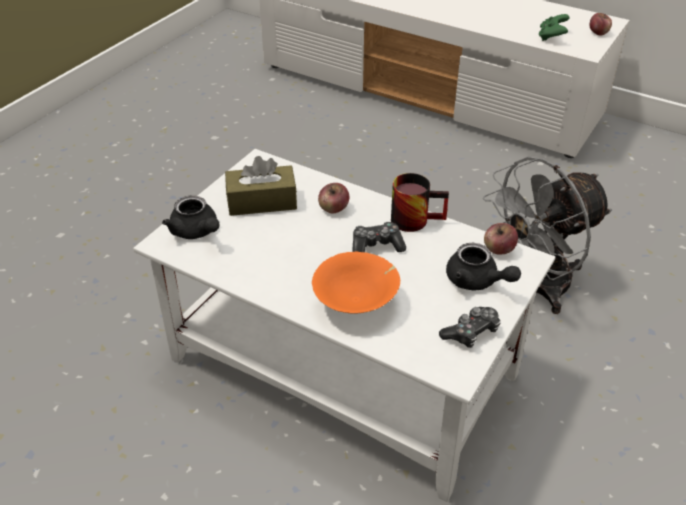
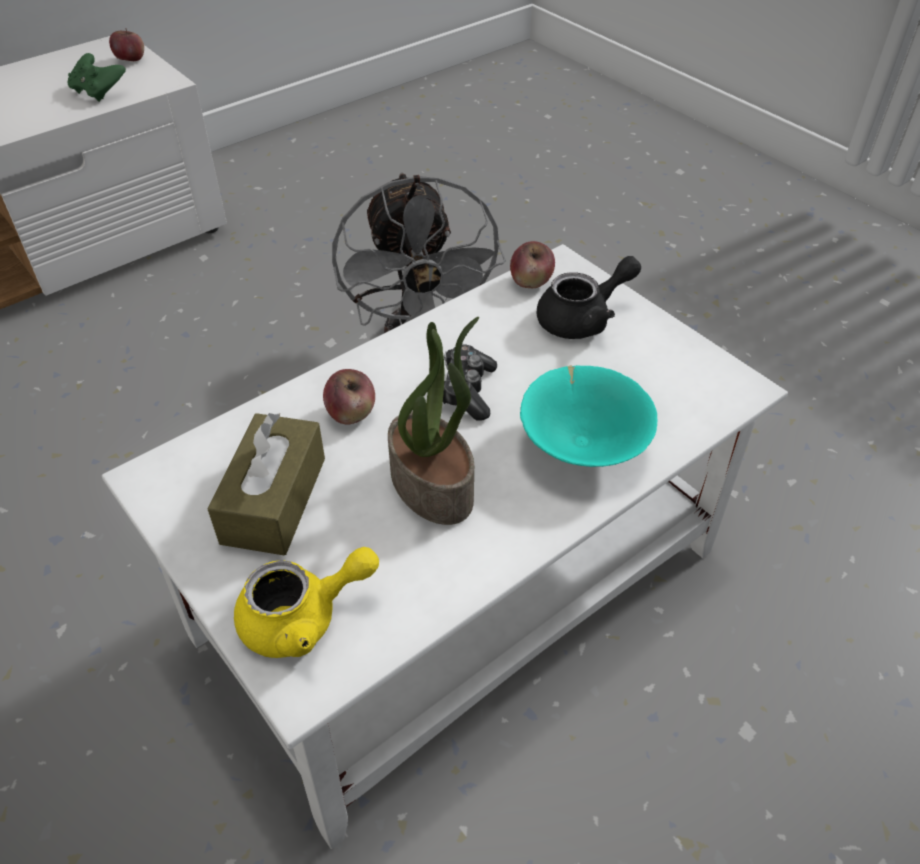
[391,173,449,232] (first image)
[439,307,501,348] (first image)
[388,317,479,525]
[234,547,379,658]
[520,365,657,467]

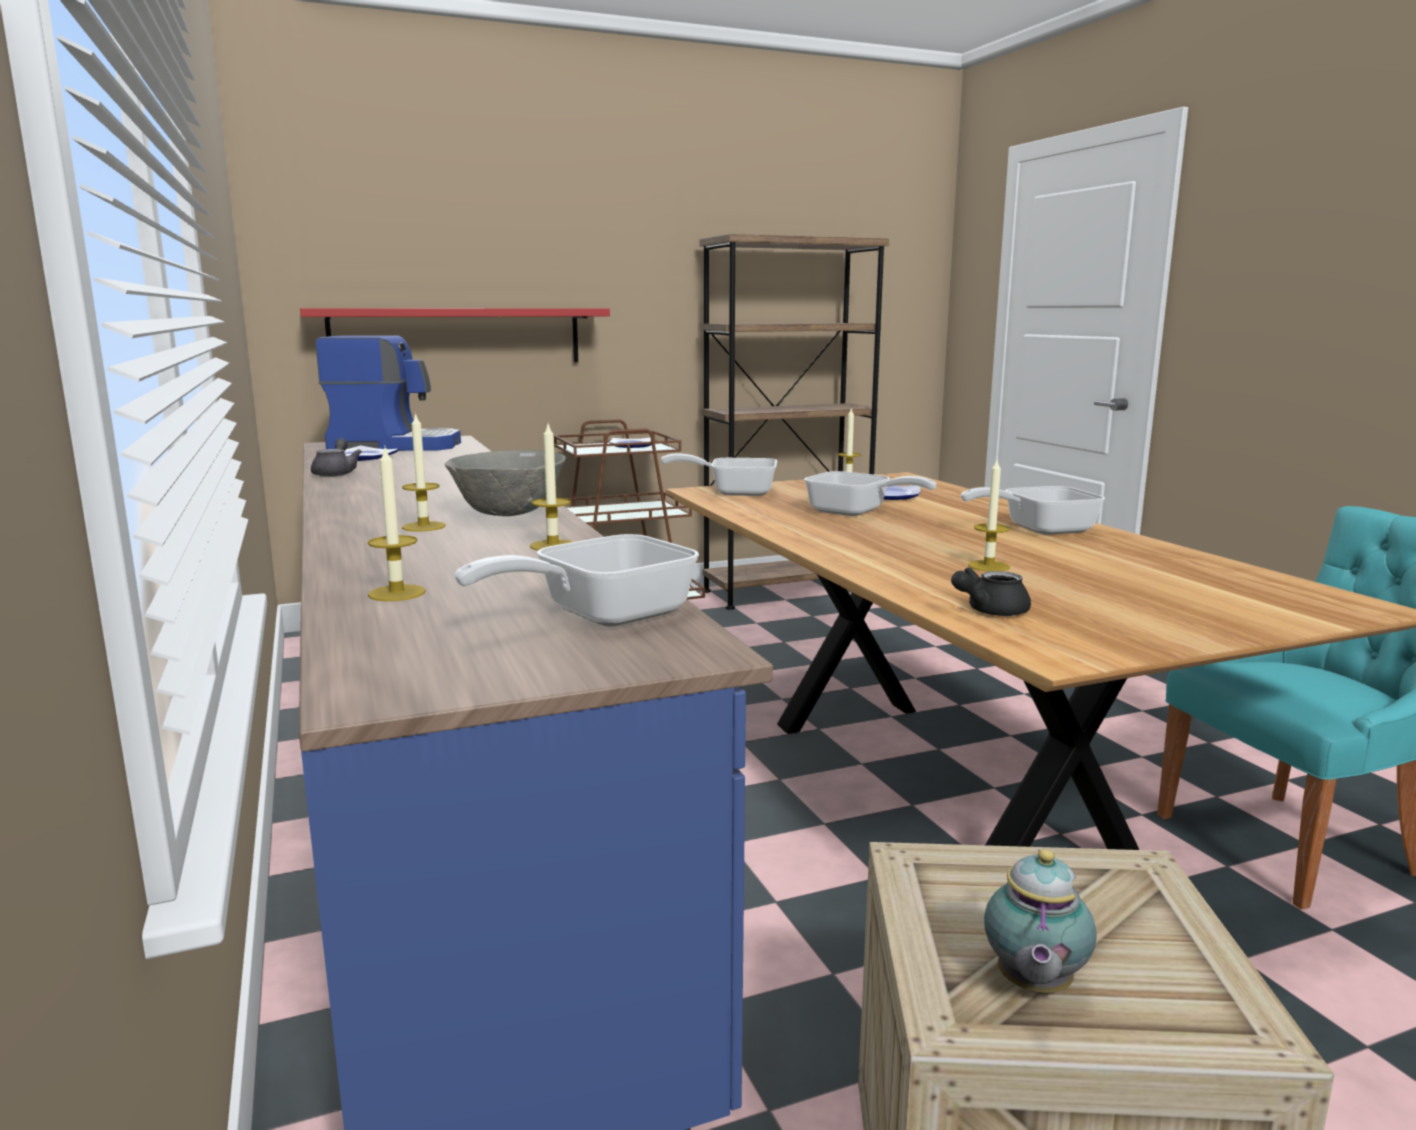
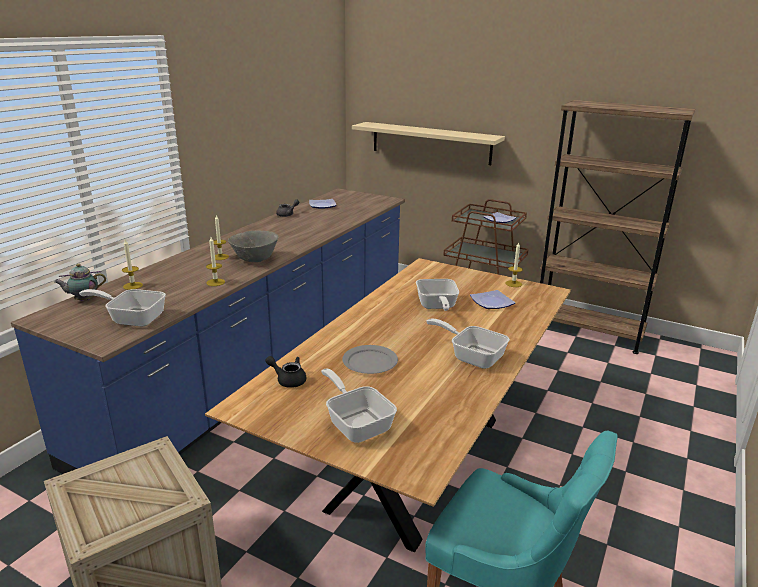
[315,335,461,451] (first image)
[321,368,397,443]
[54,264,106,301]
[342,345,398,374]
[352,122,505,165]

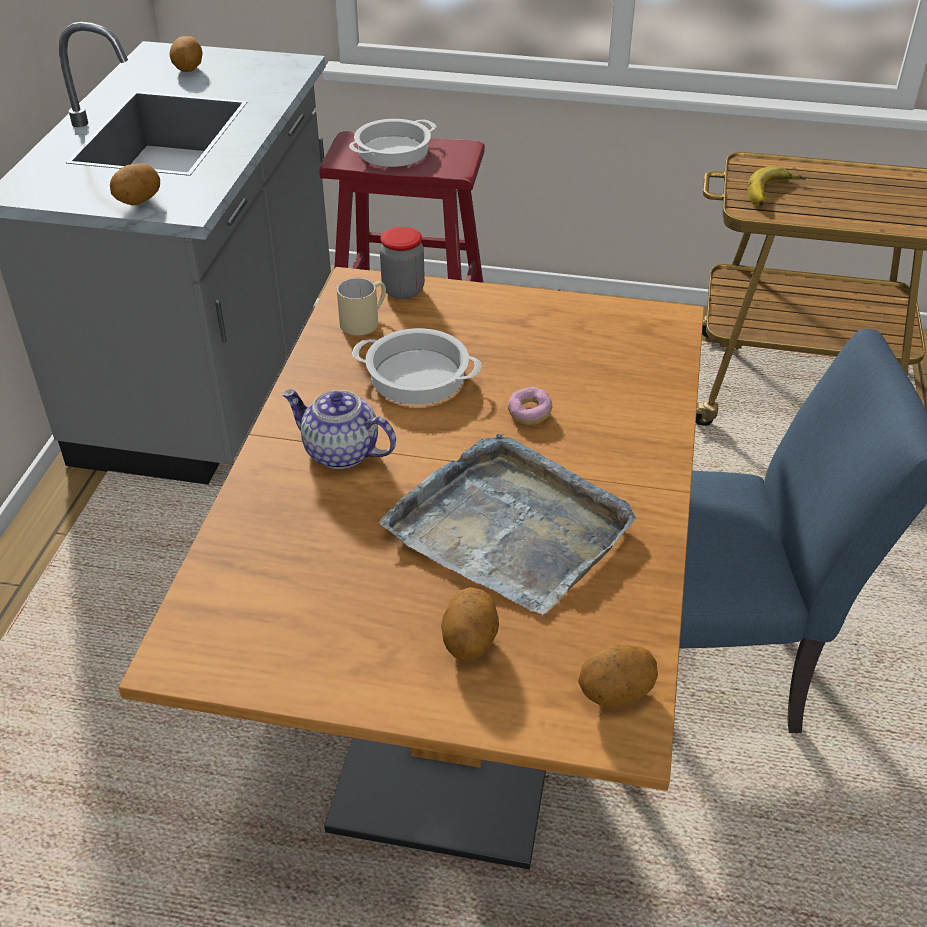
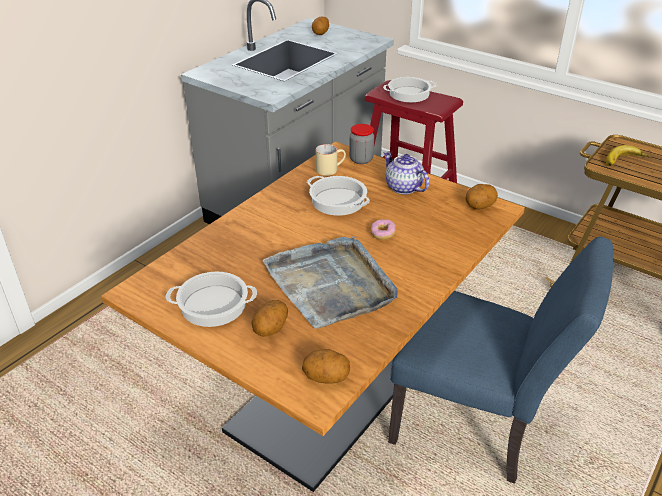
[166,271,257,327]
[466,184,498,210]
[383,151,429,194]

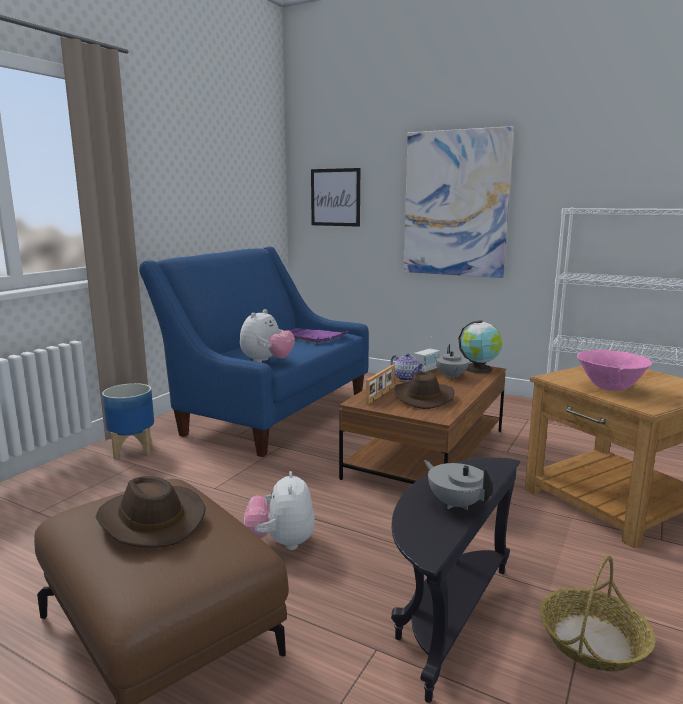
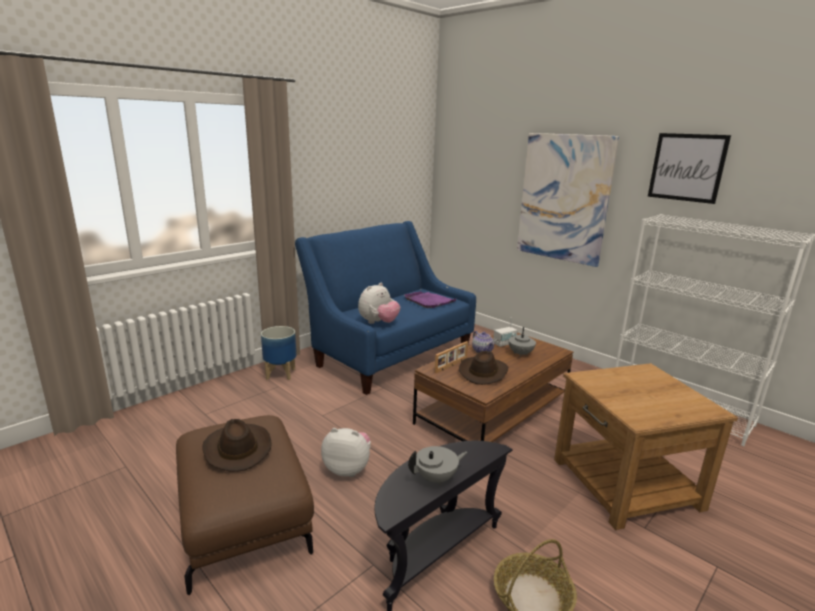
[458,320,502,373] (first image)
[577,350,652,391] (first image)
[648,133,731,204]
[321,428,371,477]
[408,446,467,486]

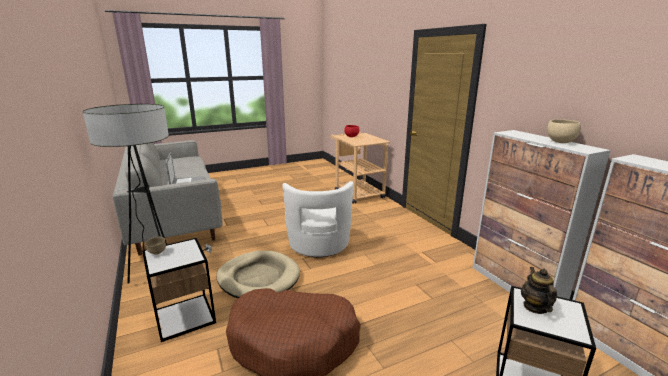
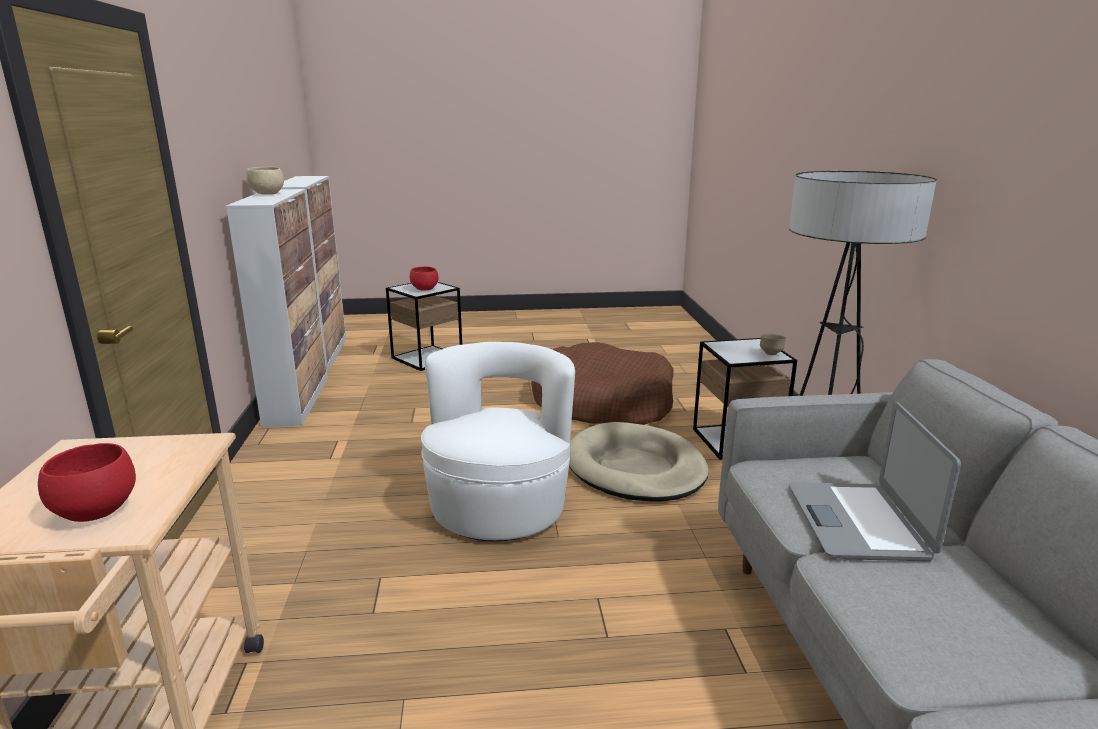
[410,266,439,290]

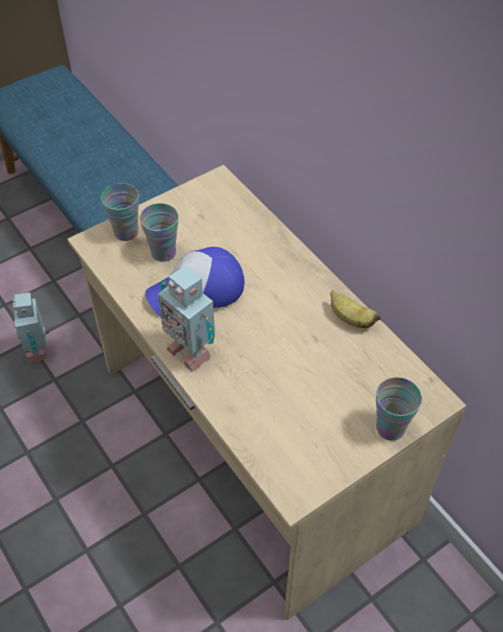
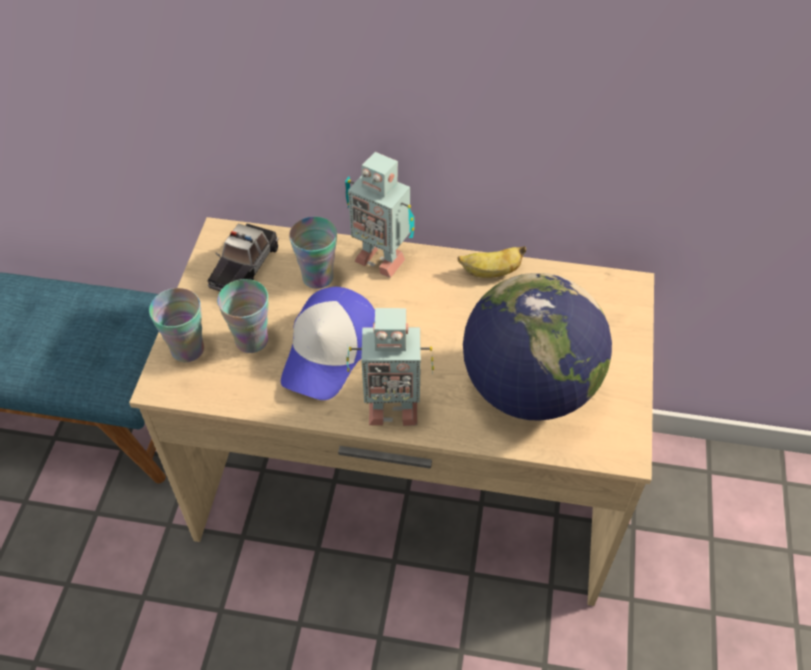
[208,224,279,291]
[463,273,612,421]
[345,152,415,278]
[289,217,337,289]

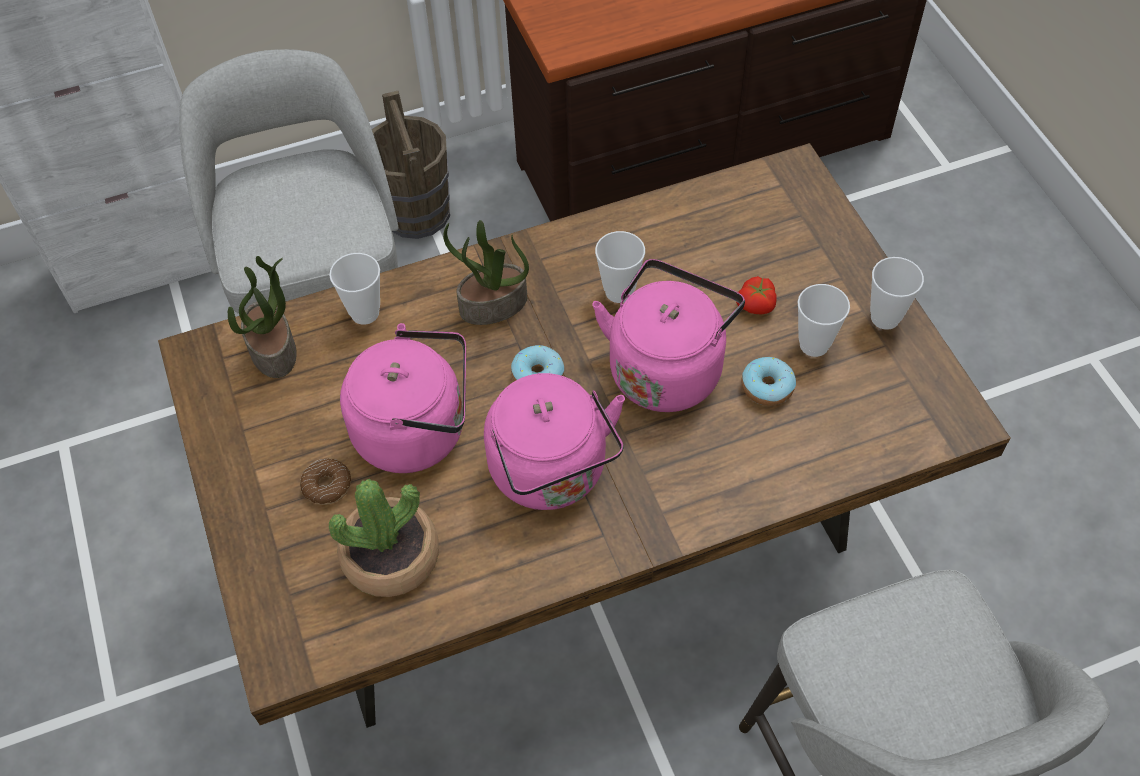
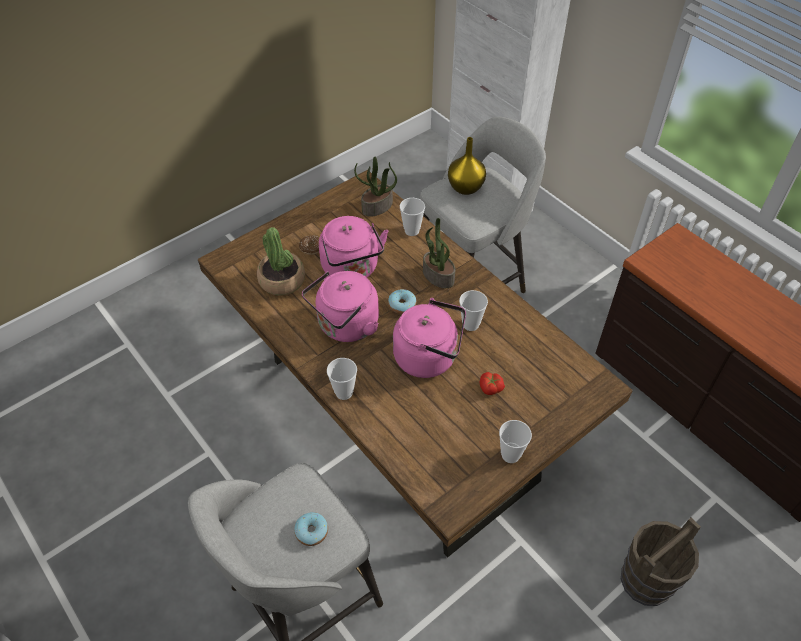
[448,137,486,195]
[621,517,701,606]
[294,512,328,546]
[327,358,357,400]

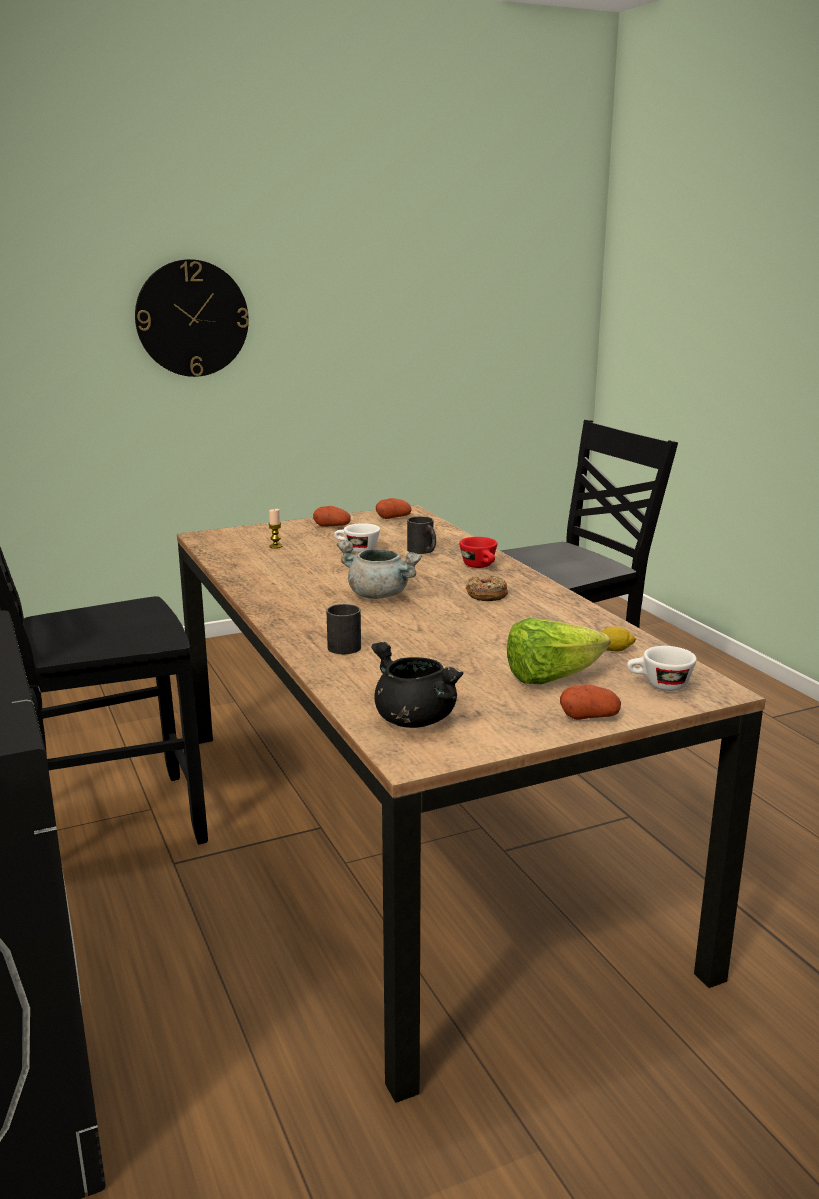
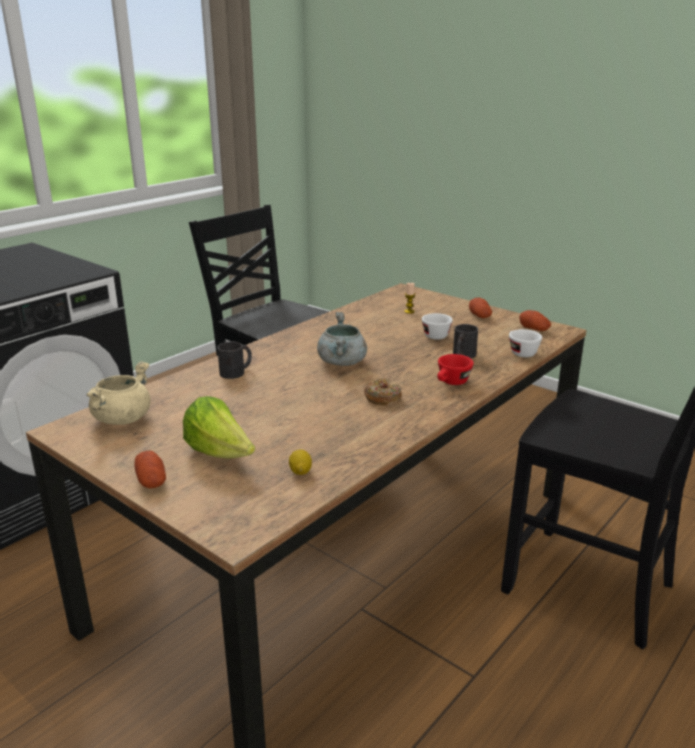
[135,259,249,377] (first image)
[509,329,542,357]
[86,361,150,425]

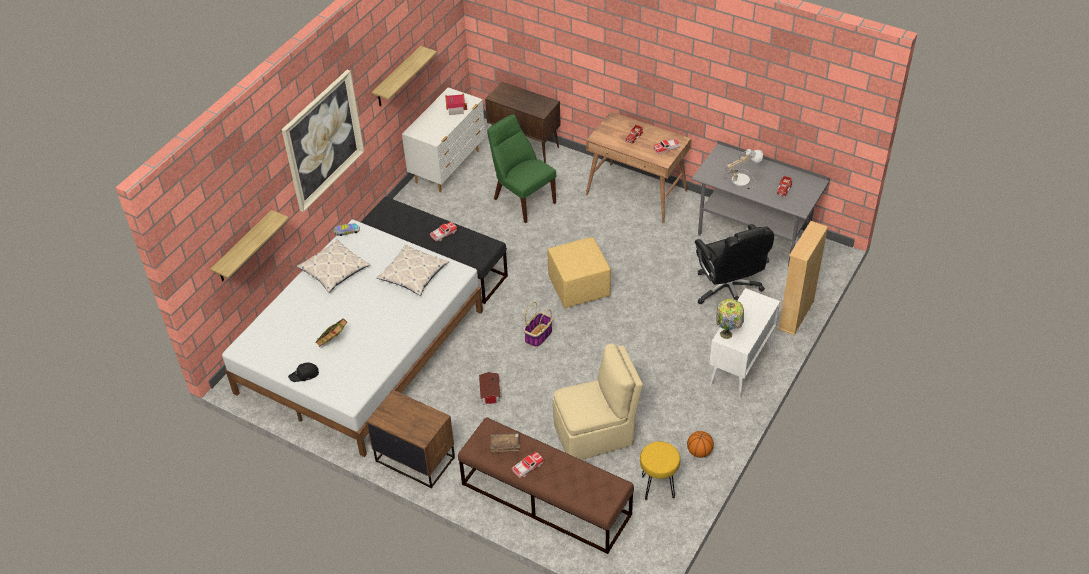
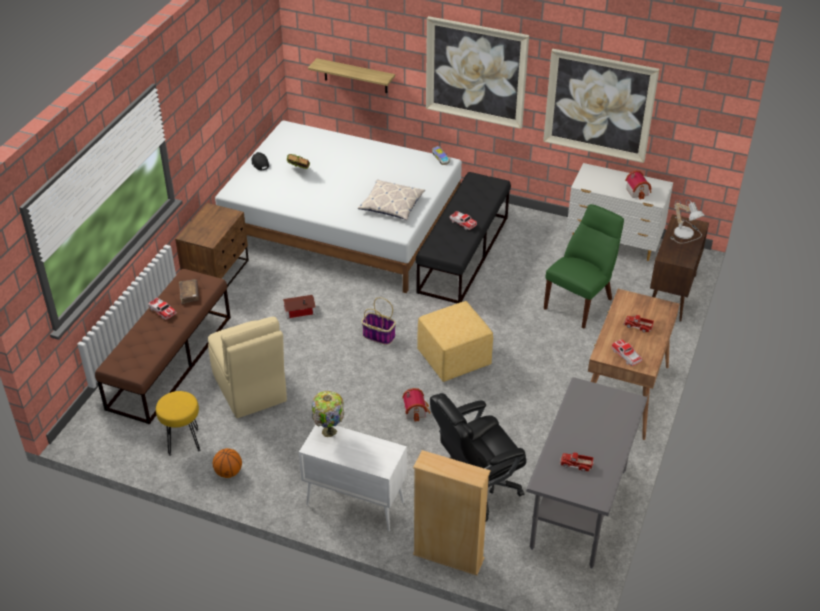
[297,239,370,293] (first image)
[402,388,430,421]
[670,199,704,244]
[543,49,659,163]

